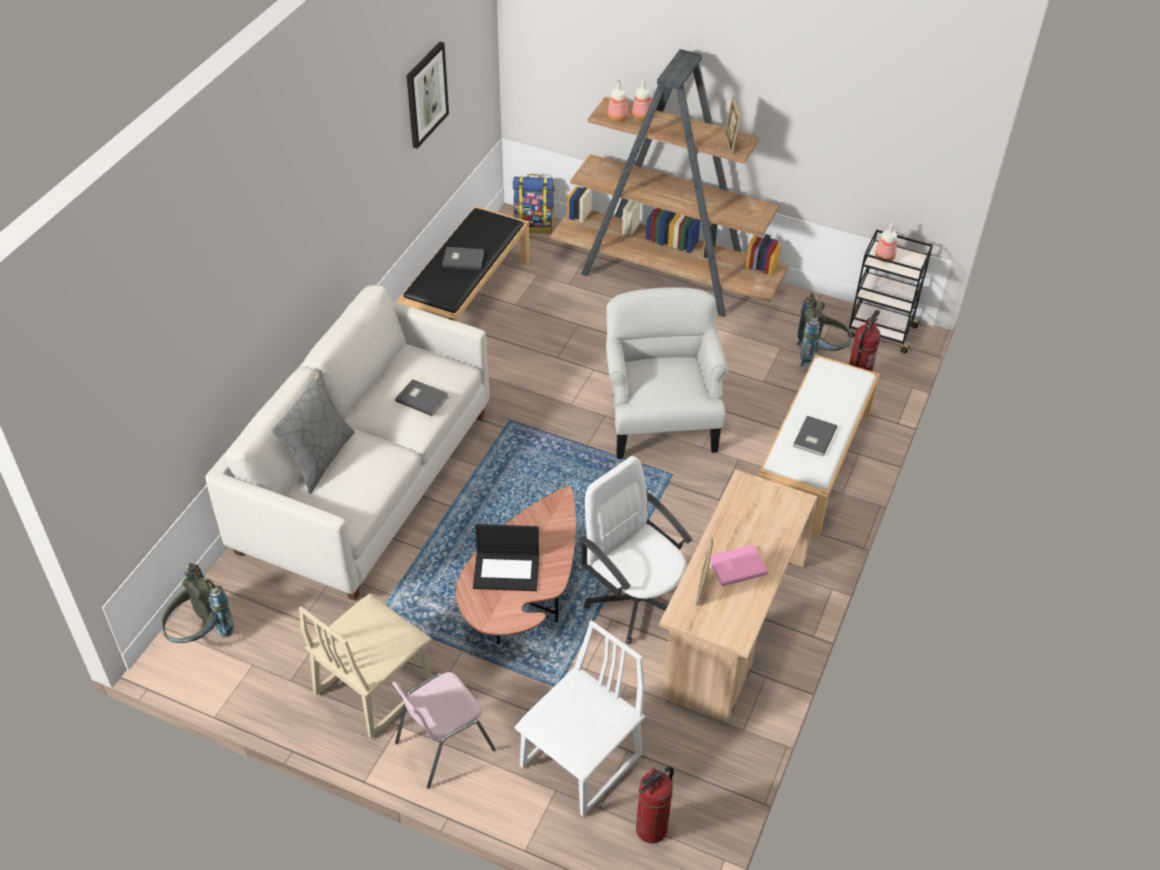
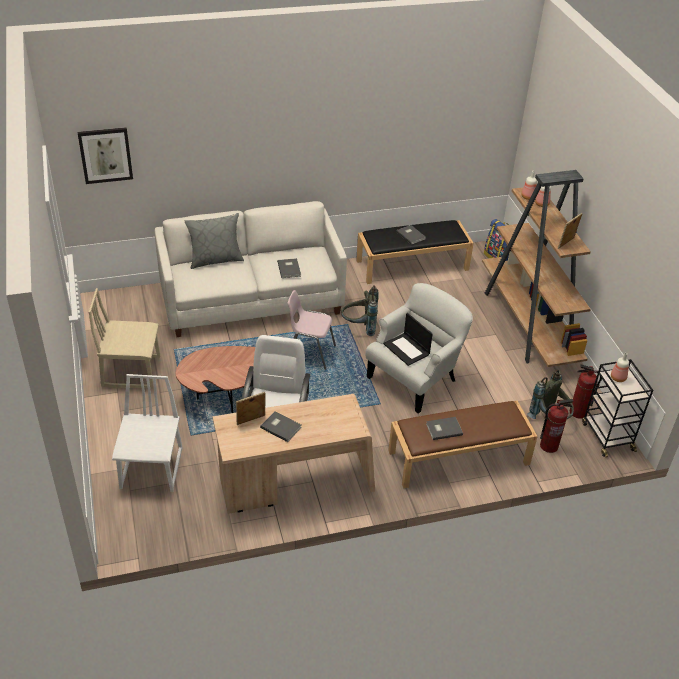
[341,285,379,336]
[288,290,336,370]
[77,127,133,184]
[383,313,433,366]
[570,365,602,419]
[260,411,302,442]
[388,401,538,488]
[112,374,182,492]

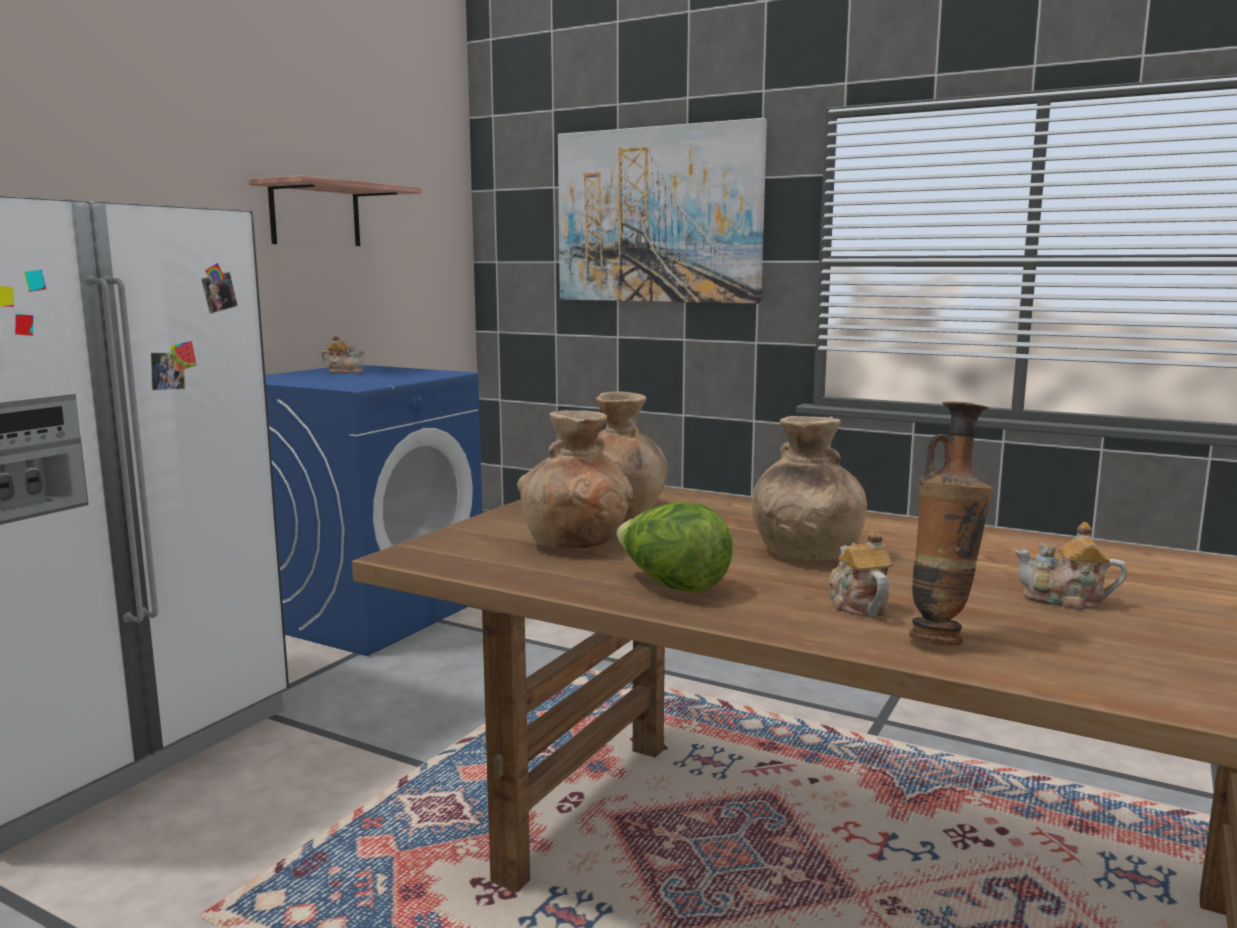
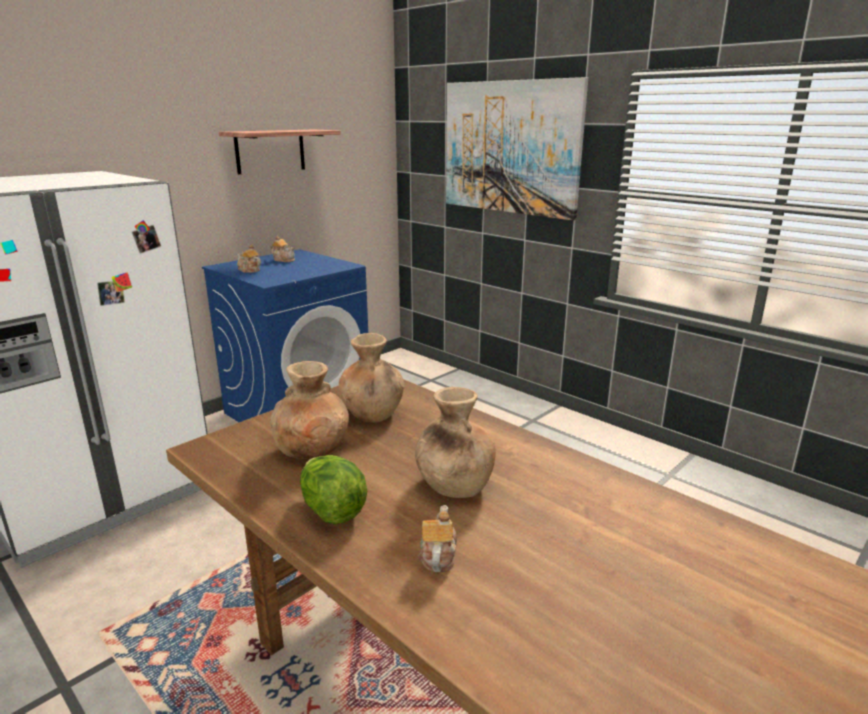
[909,401,993,646] (first image)
[237,244,261,273]

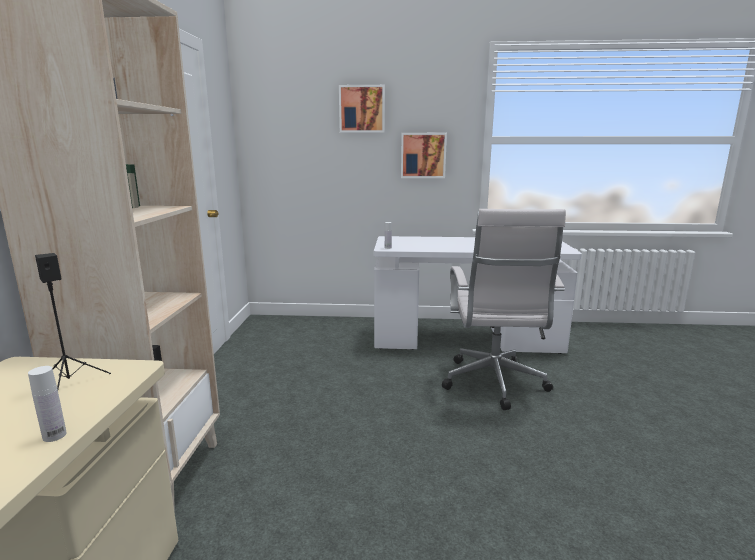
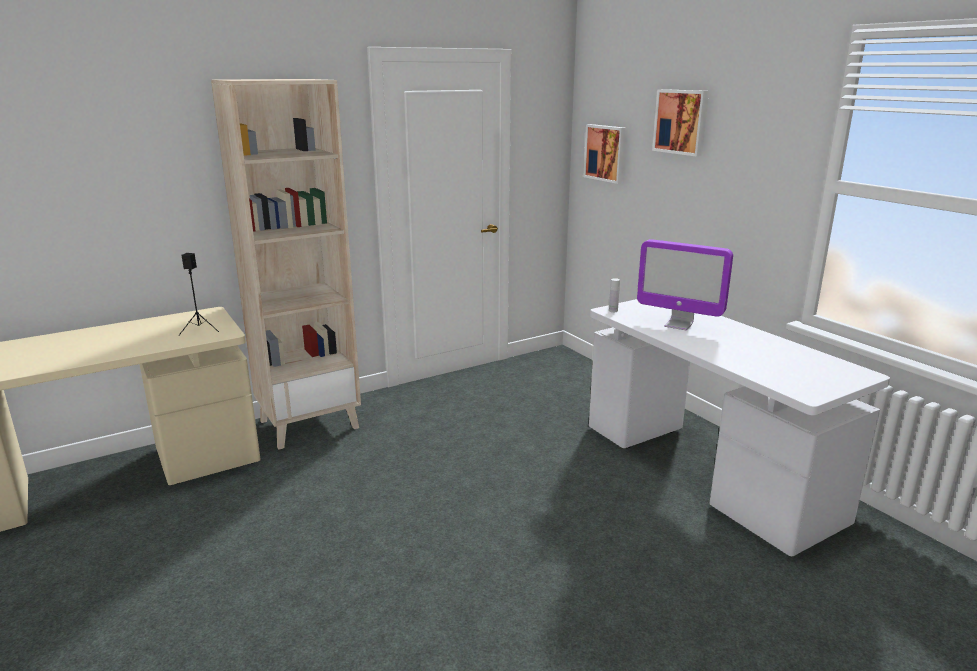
[28,366,67,442] (first image)
[442,209,566,410] (first image)
[637,239,733,330]
[583,124,627,184]

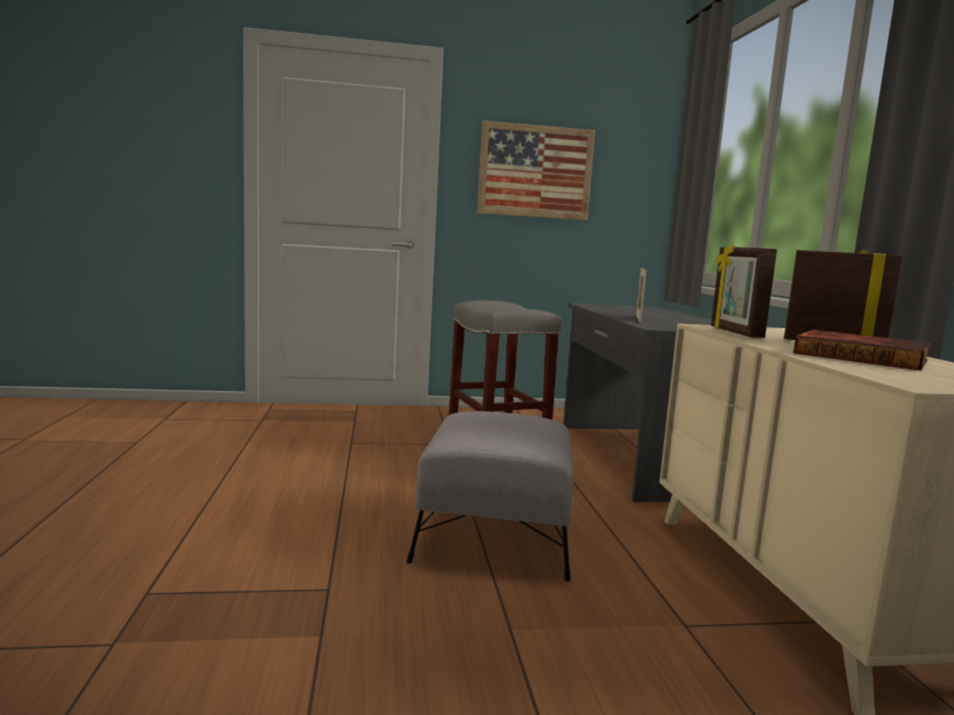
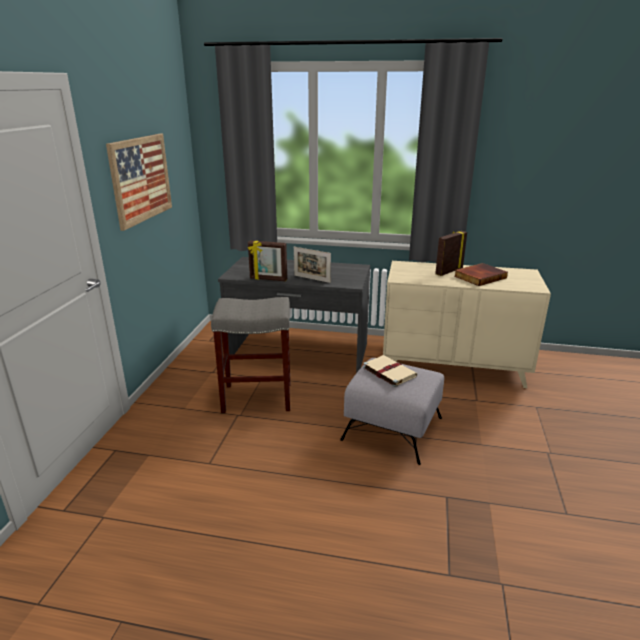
[363,355,417,387]
[248,240,287,281]

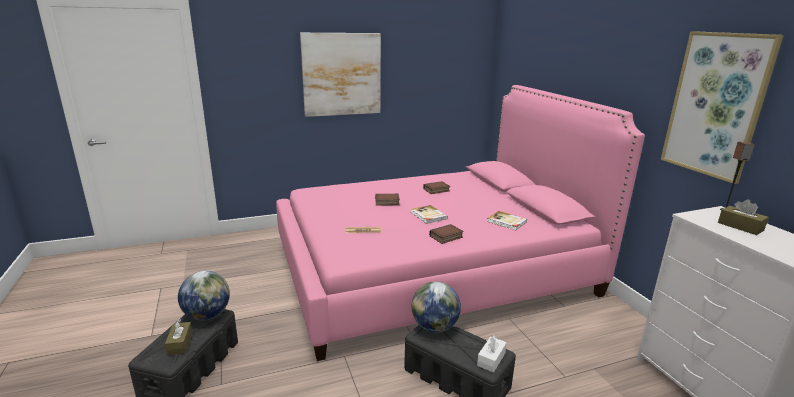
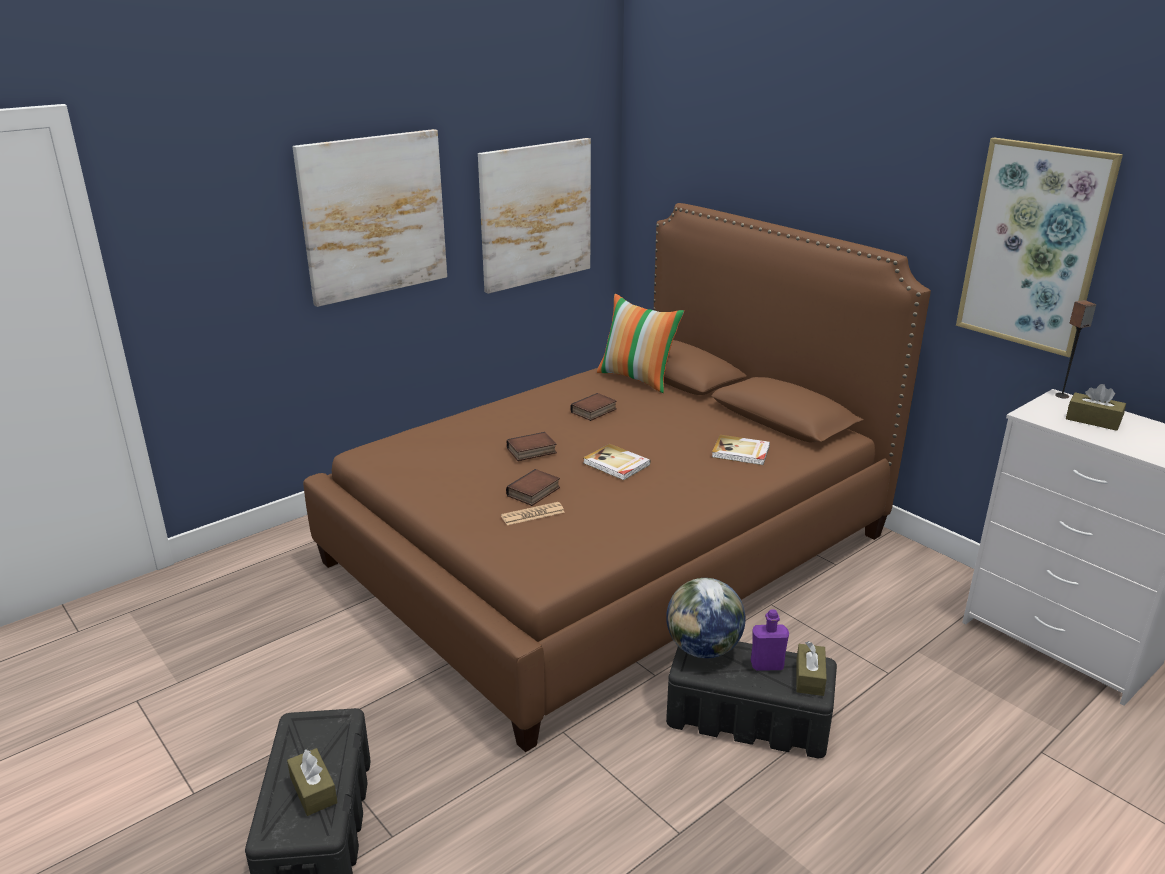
[178,271,230,320] (first image)
[478,138,591,294]
[597,294,684,393]
[751,609,789,671]
[506,469,560,506]
[303,203,931,753]
[796,641,827,696]

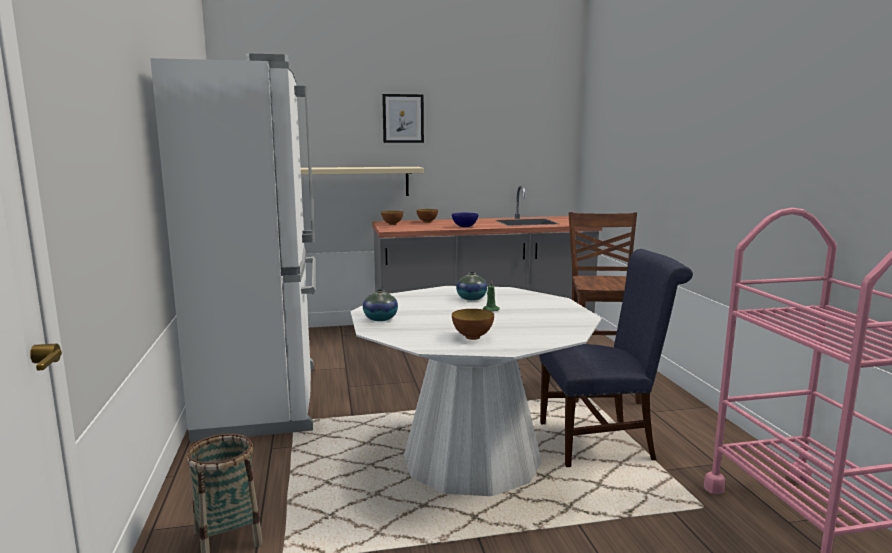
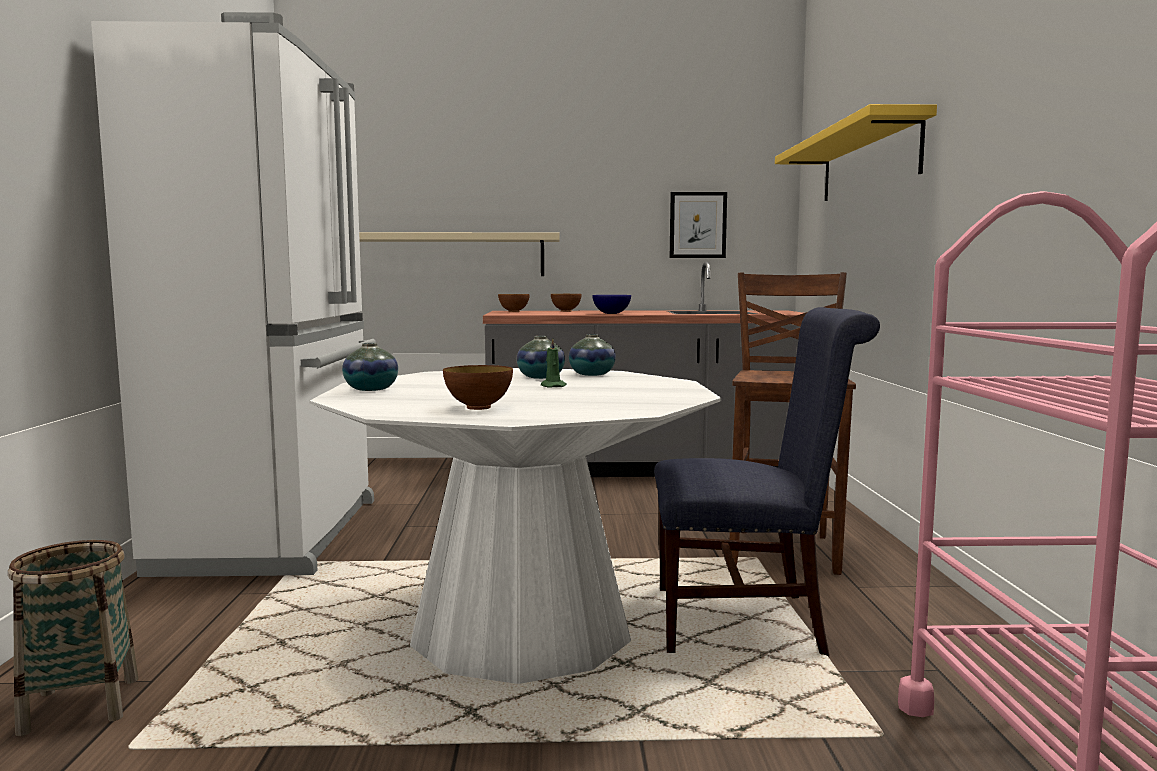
[569,334,616,376]
[775,104,937,201]
[670,192,727,258]

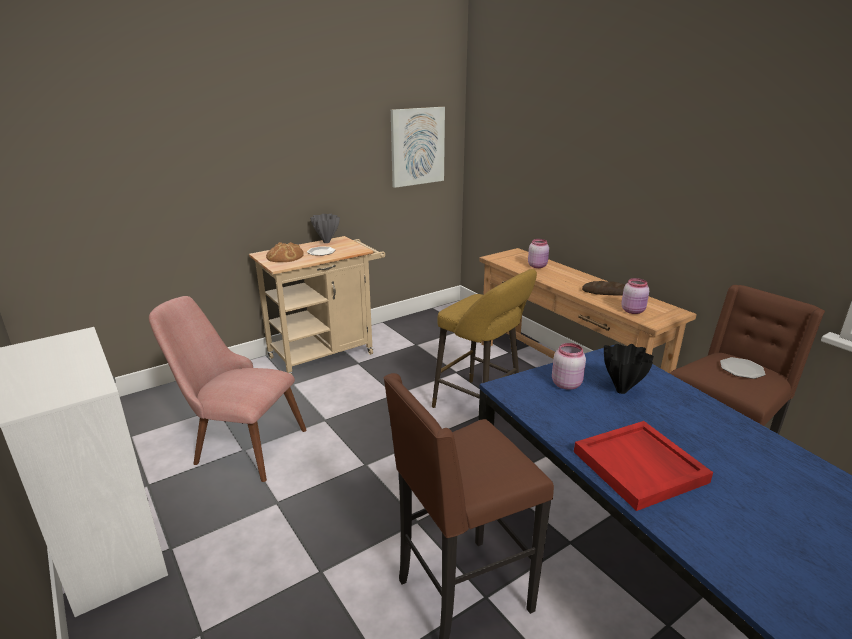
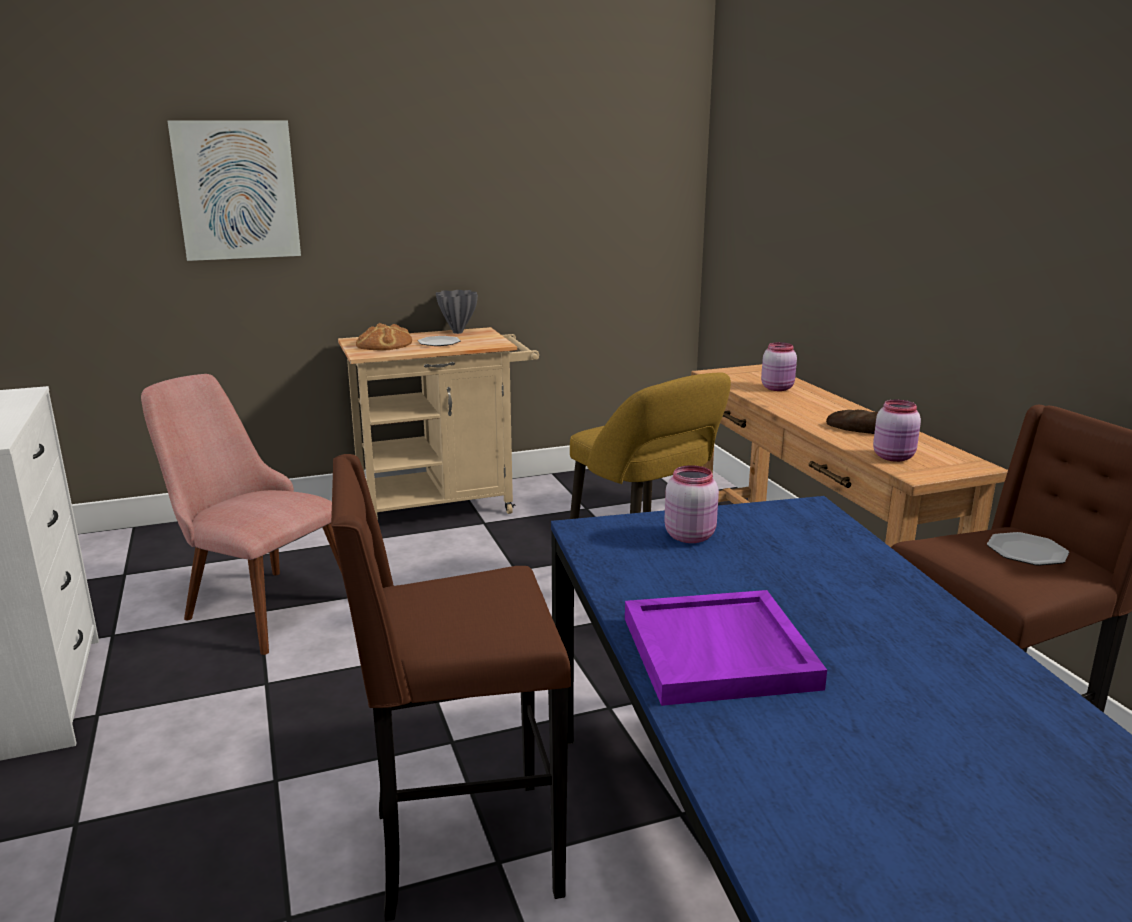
[604,344,654,394] (first image)
[167,120,301,261]
[625,590,827,706]

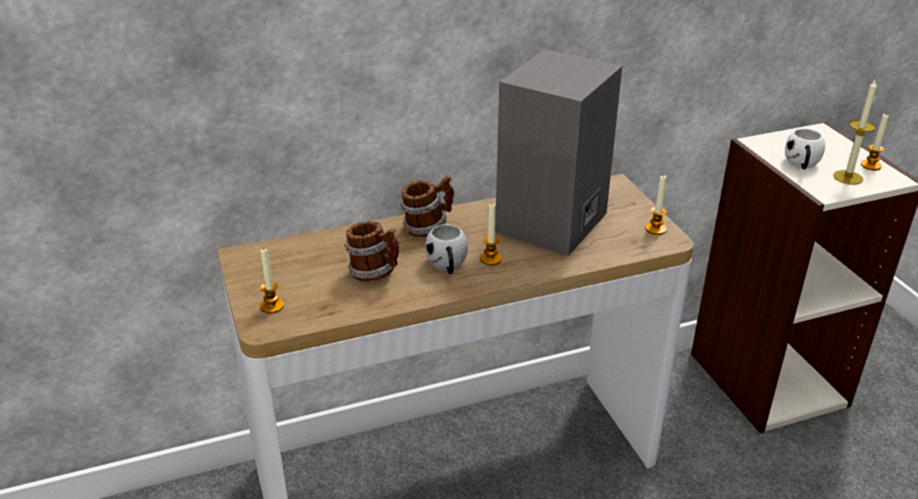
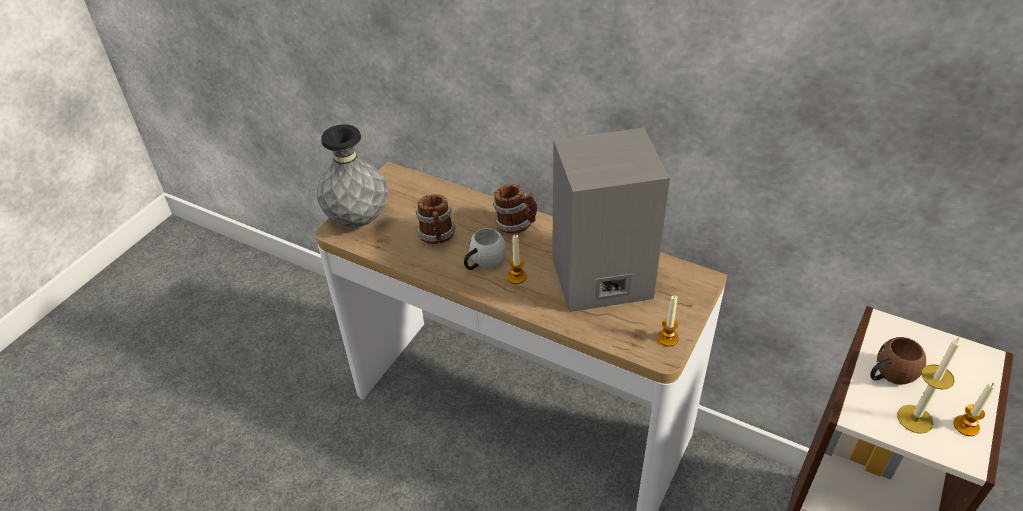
[317,124,388,227]
[870,337,926,385]

